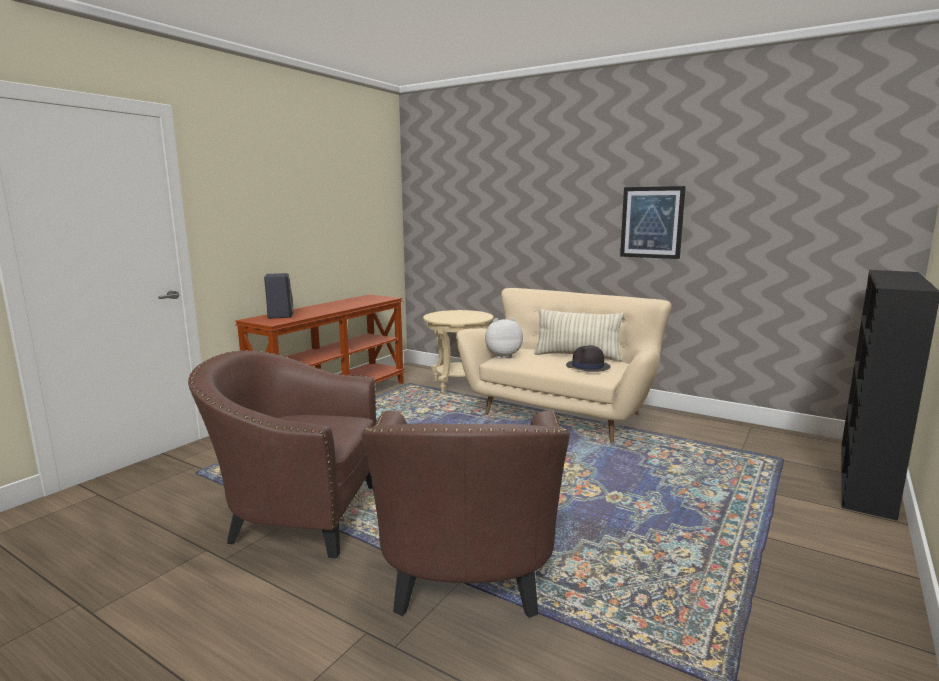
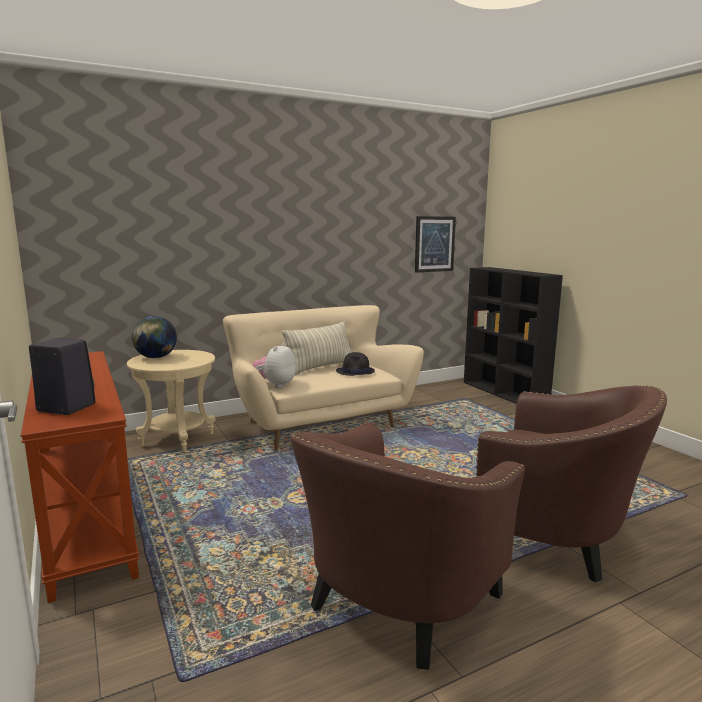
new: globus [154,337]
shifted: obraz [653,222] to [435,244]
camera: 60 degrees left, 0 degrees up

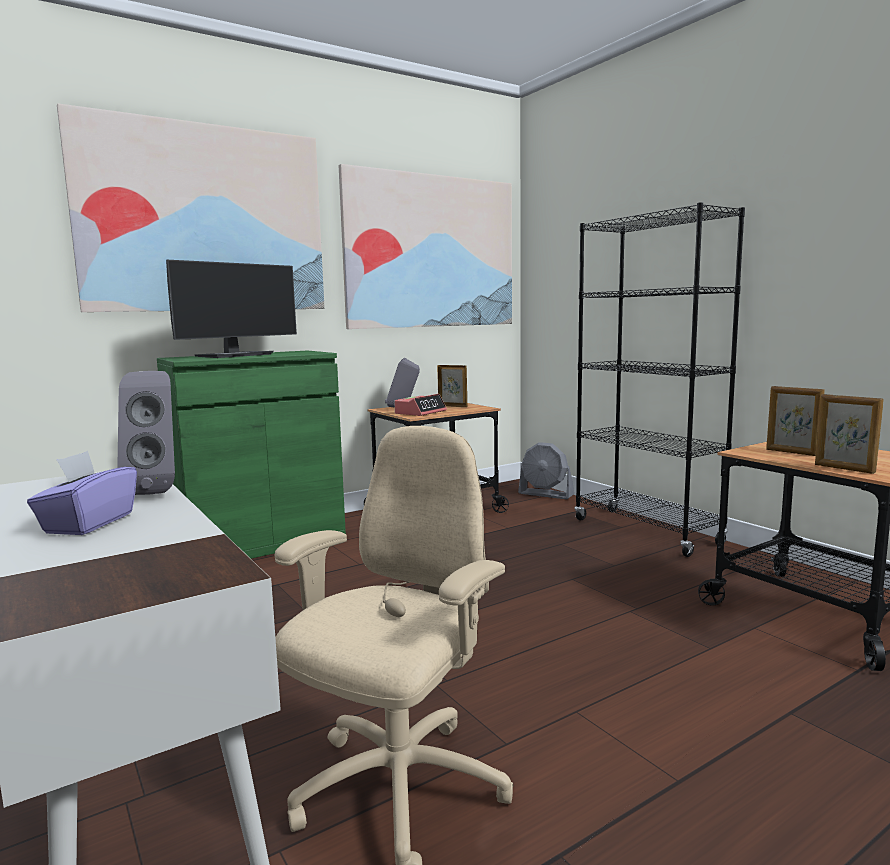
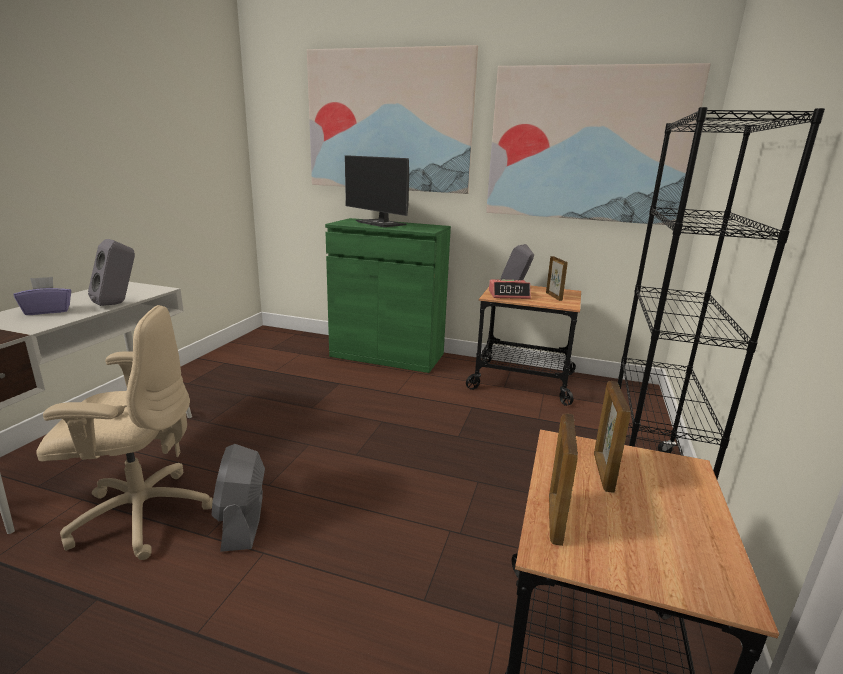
shifted: wentylator (szary) [546,470] to [238,498]
rotated: monitor [231,309] = [377,191] 45 degrees clockwise
camera: 50 degrees right, 10 degrees up

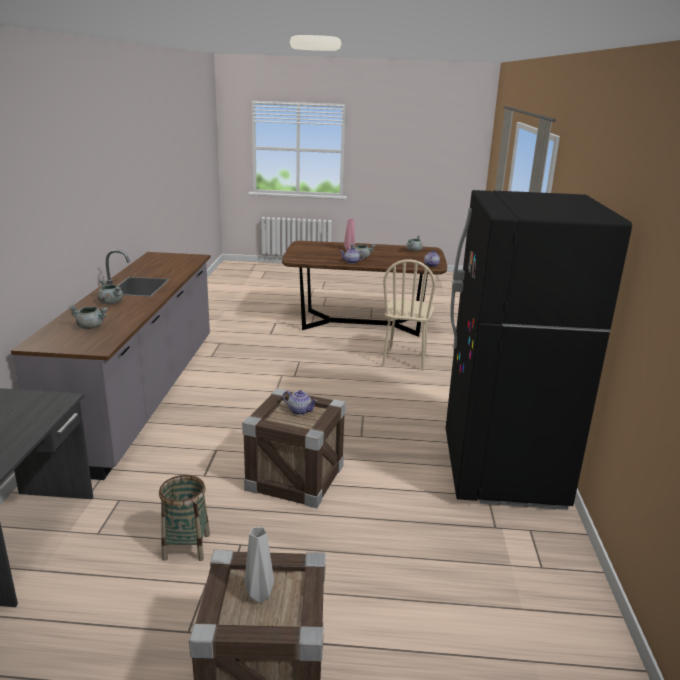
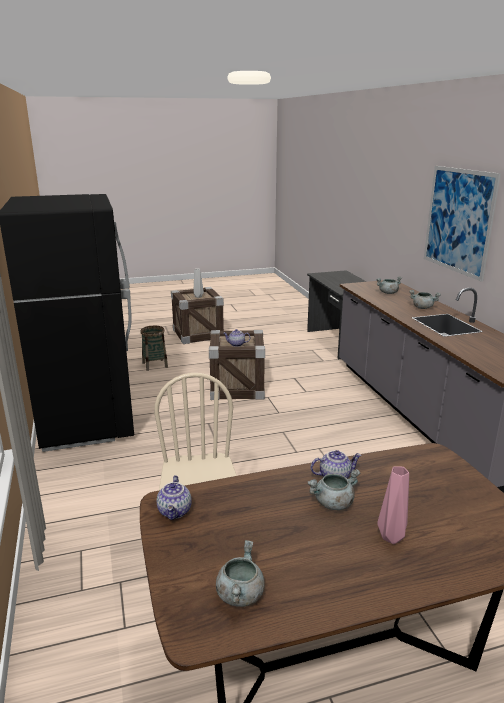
new: obraz [462,224]
shifted: koszyk [184,518] to [154,348]
camera: 160 degrees right, 0 degrees up

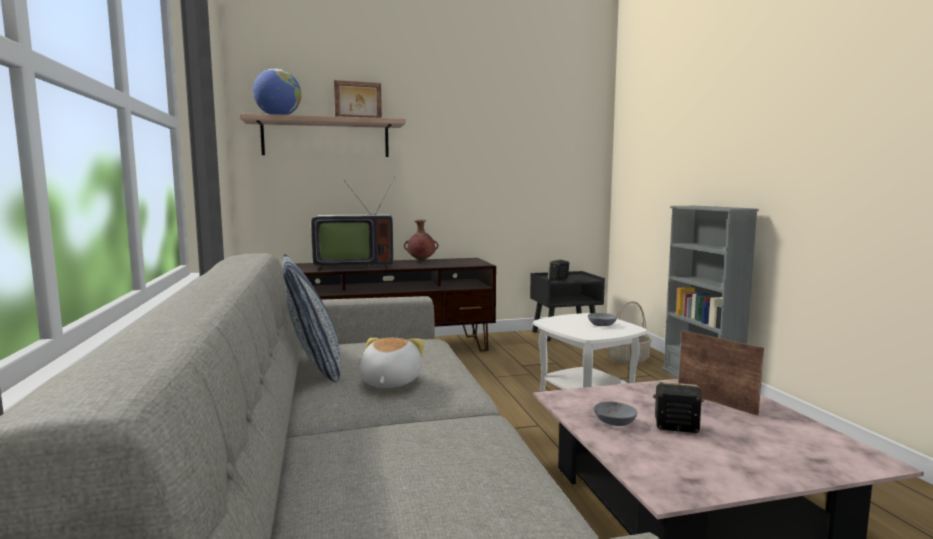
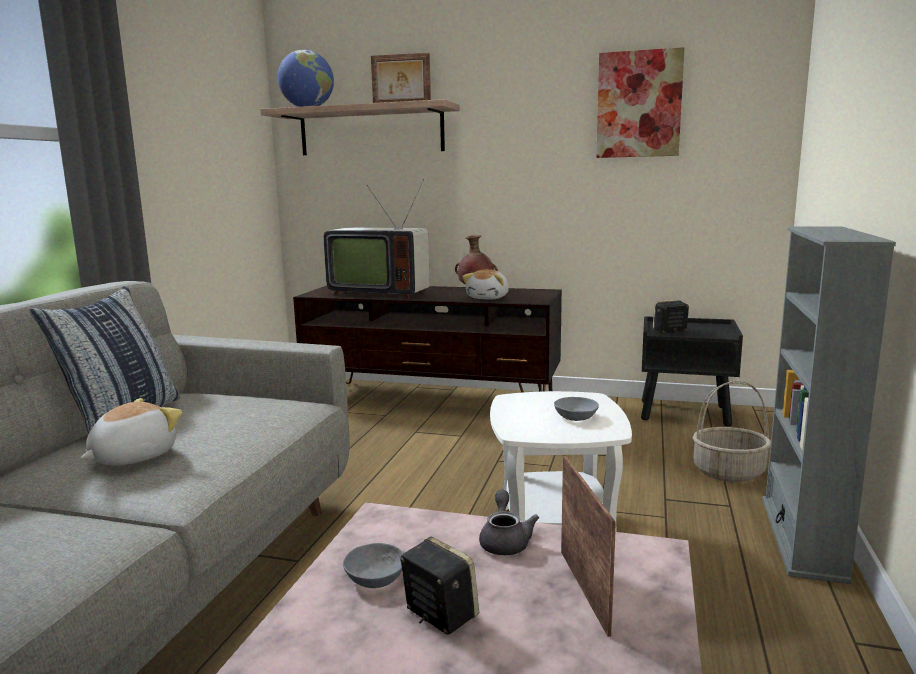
new: pluszak [485,284]; imbryk (szary) [509,522]; obraz [640,102]
camera: 30 degrees right, 5 degrees up

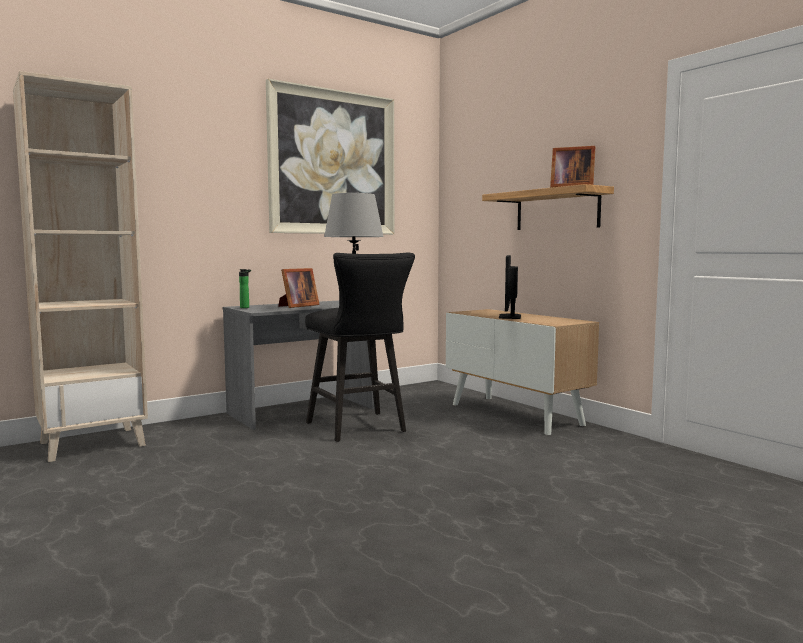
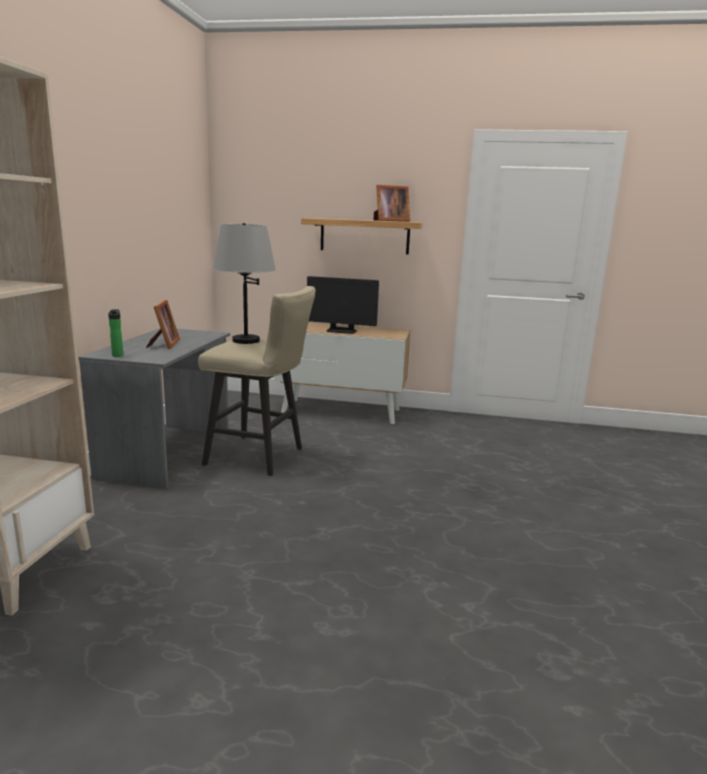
gone: obraz [330,157]
repainted: stołek (czarny) [360,347] to stołek (beżowy) [257,381]
rotated: monitor [510,287] = [343,305] 45 degrees counterclockwise
camera: 45 degrees left, 10 degrees up

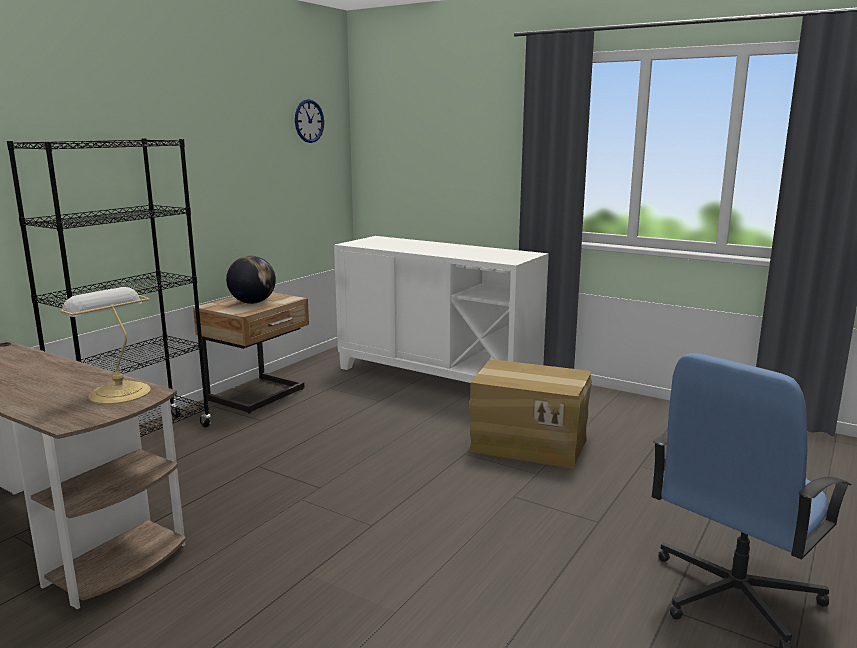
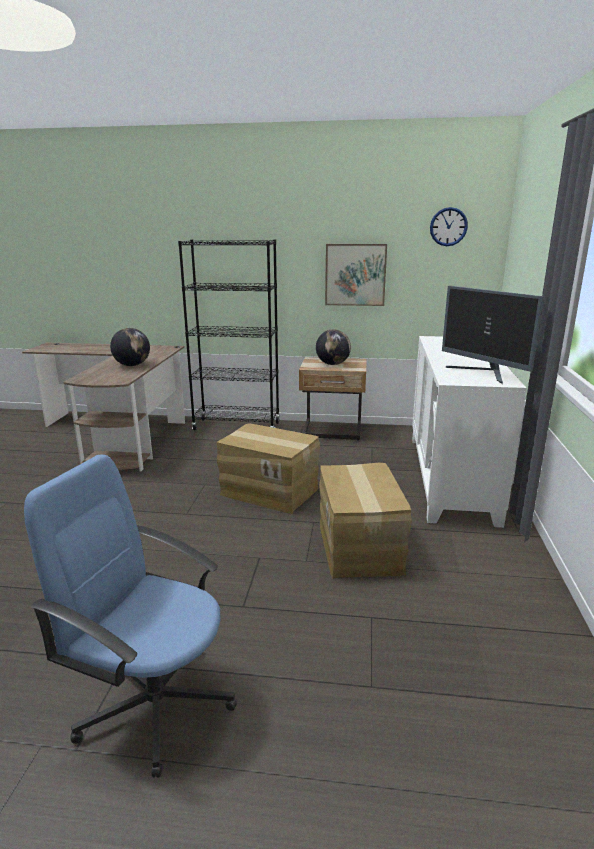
gone: lampa stołowa [106,345]
new: globus [130,347]; karton [268,468]; obraz [356,275]; monitor [493,335]
camera: 65 degrees right, 5 degrees up

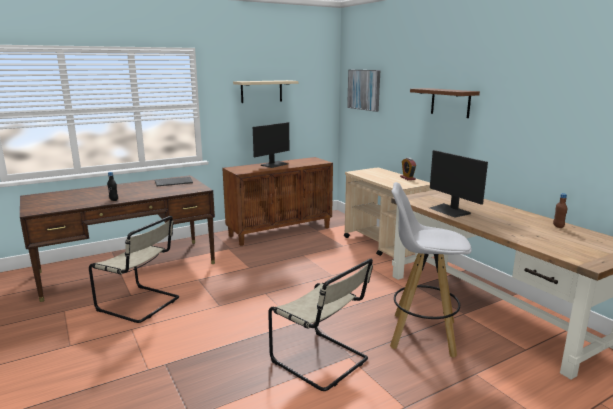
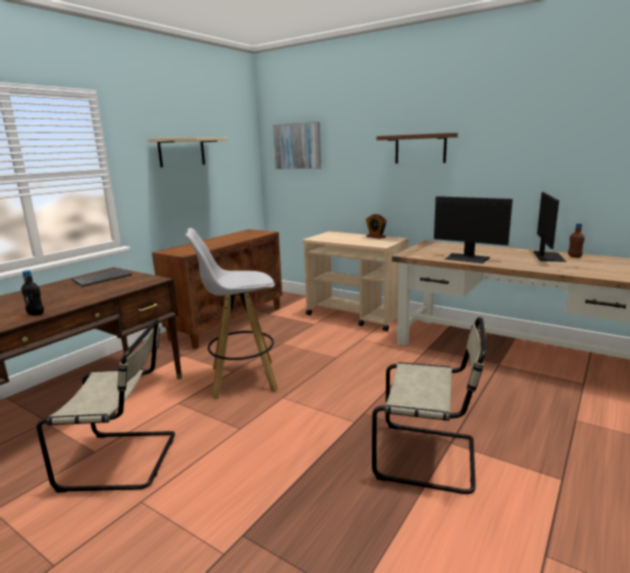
shifted: monitor [271,145] to [550,227]; stołek (biały) [431,270] to [231,313]
camera: 25 degrees left, 0 degrees up

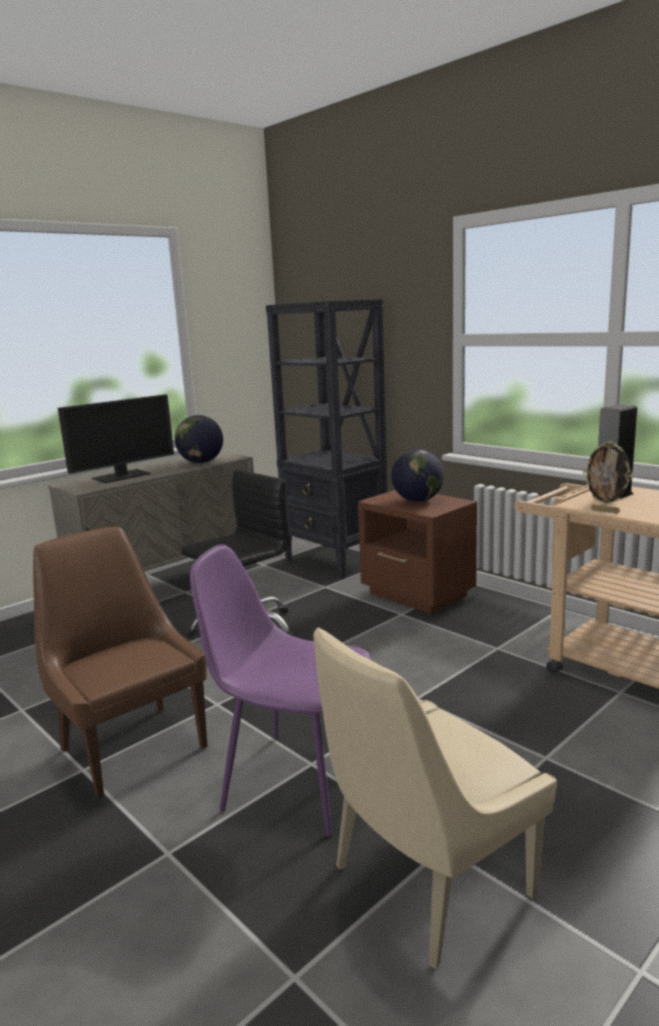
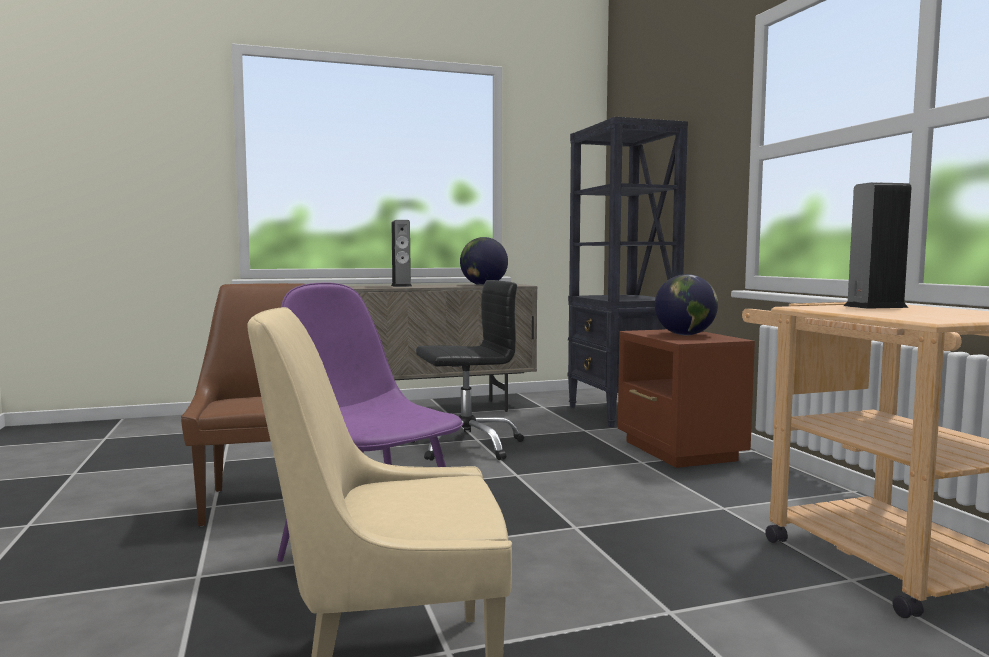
gone: ramka na zdjęcie [608,477]
swapped: monitor [116,438] to głośnik [401,253]
camera: 25 degrees right, 10 degrees down

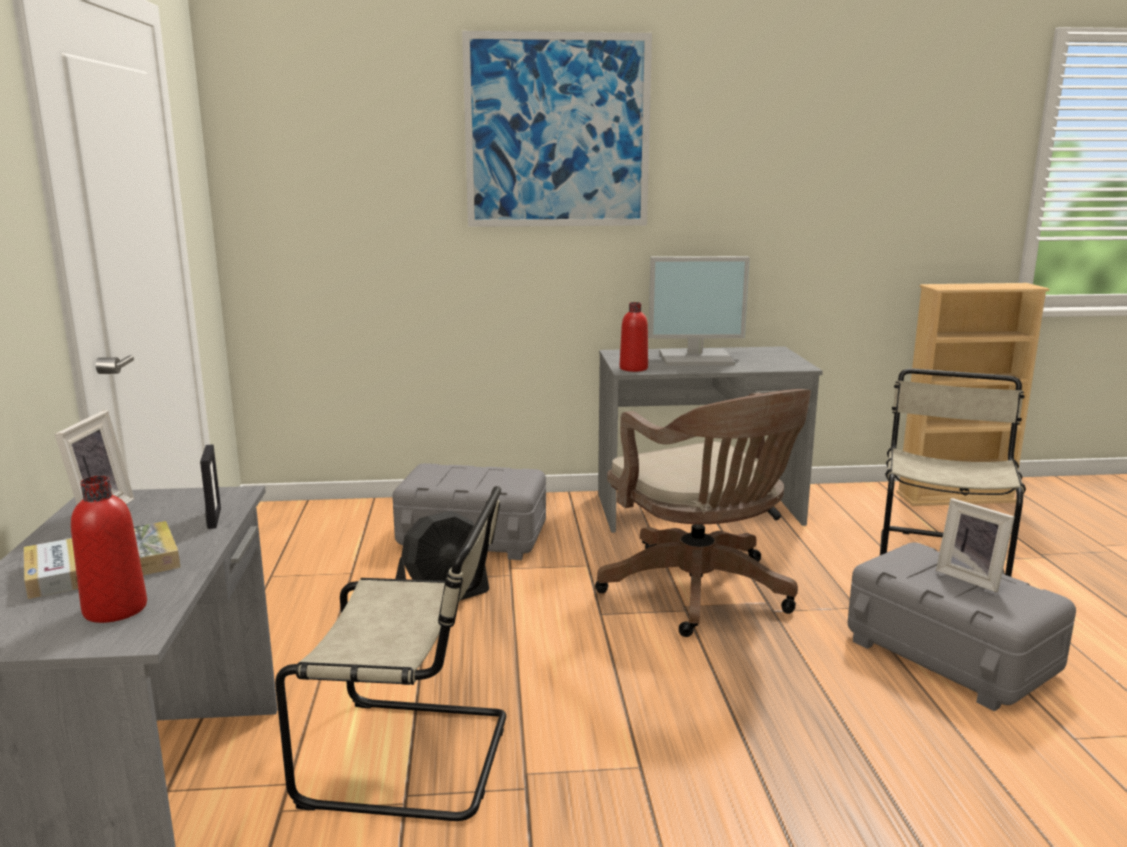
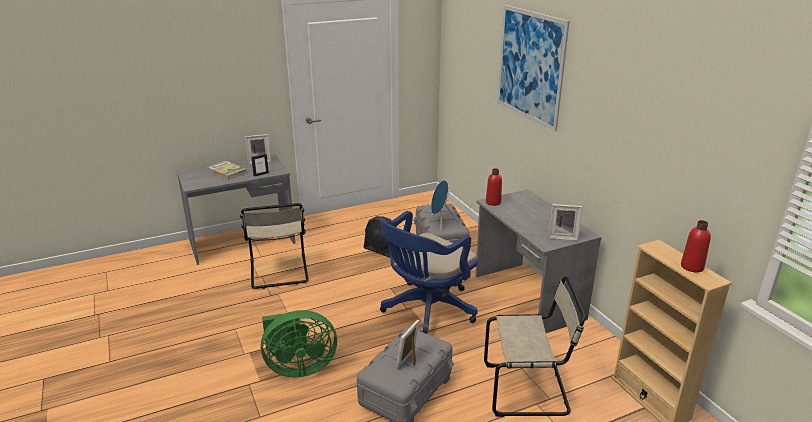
gone: monitor [699,311]
new: wentylator (zielony) [299,343]; głośnik (niebieski) [444,205]; ramka na zdjęcie [565,222]
shifted: butelka (czerwony) [109,549] to [696,246]
repainted: krzesło biurowe (brązowy) [703,513] to krzesło biurowe (niebieski) [429,272]
camera: 70 degrees right, 10 degrees up

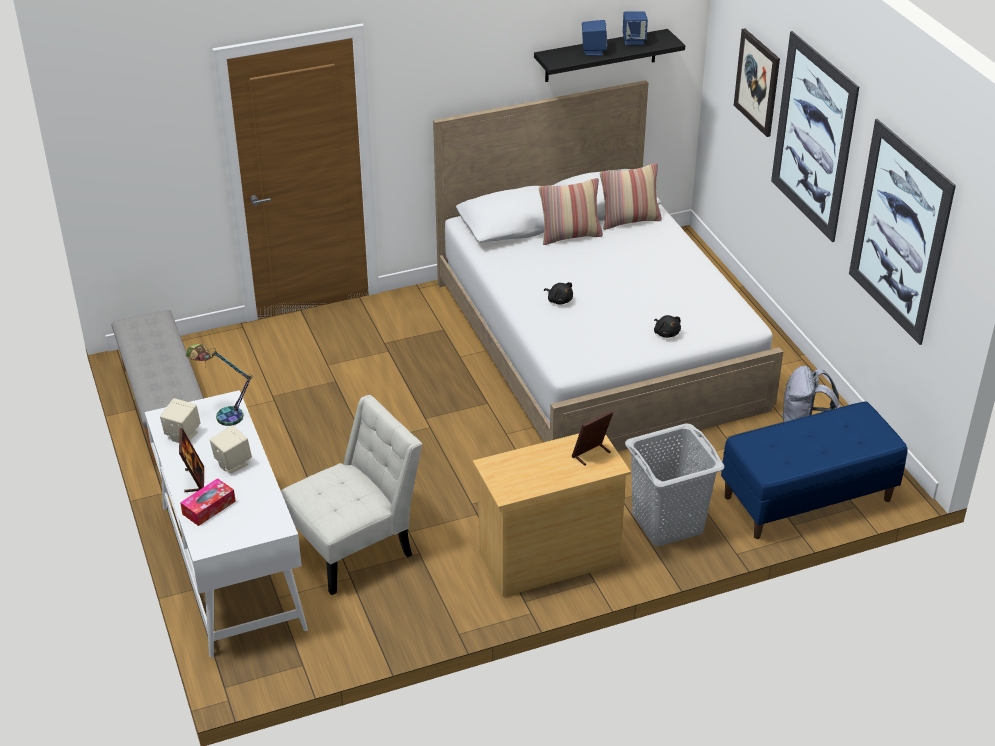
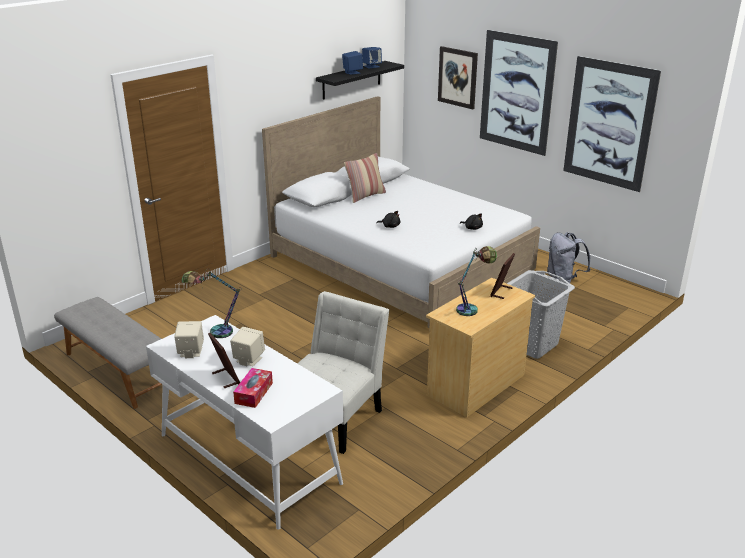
gone: poduszka [631,196]; ławka (niebieski) [814,470]
new: lampa stołowa [476,281]
camera: 25 degrees left, 10 degrees down

